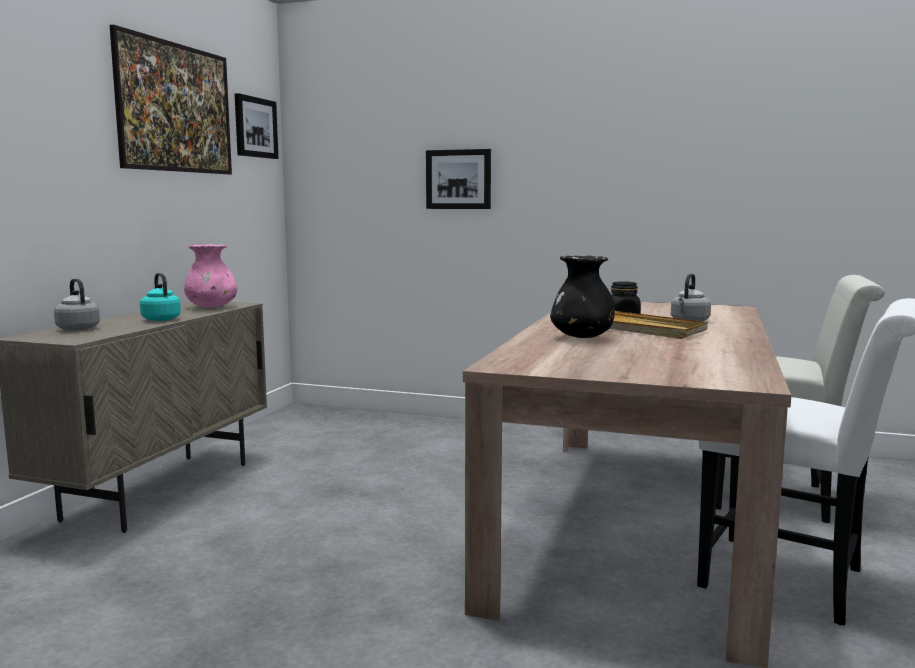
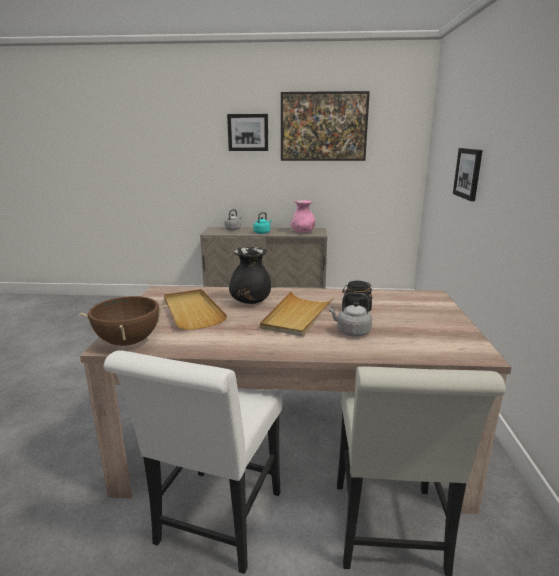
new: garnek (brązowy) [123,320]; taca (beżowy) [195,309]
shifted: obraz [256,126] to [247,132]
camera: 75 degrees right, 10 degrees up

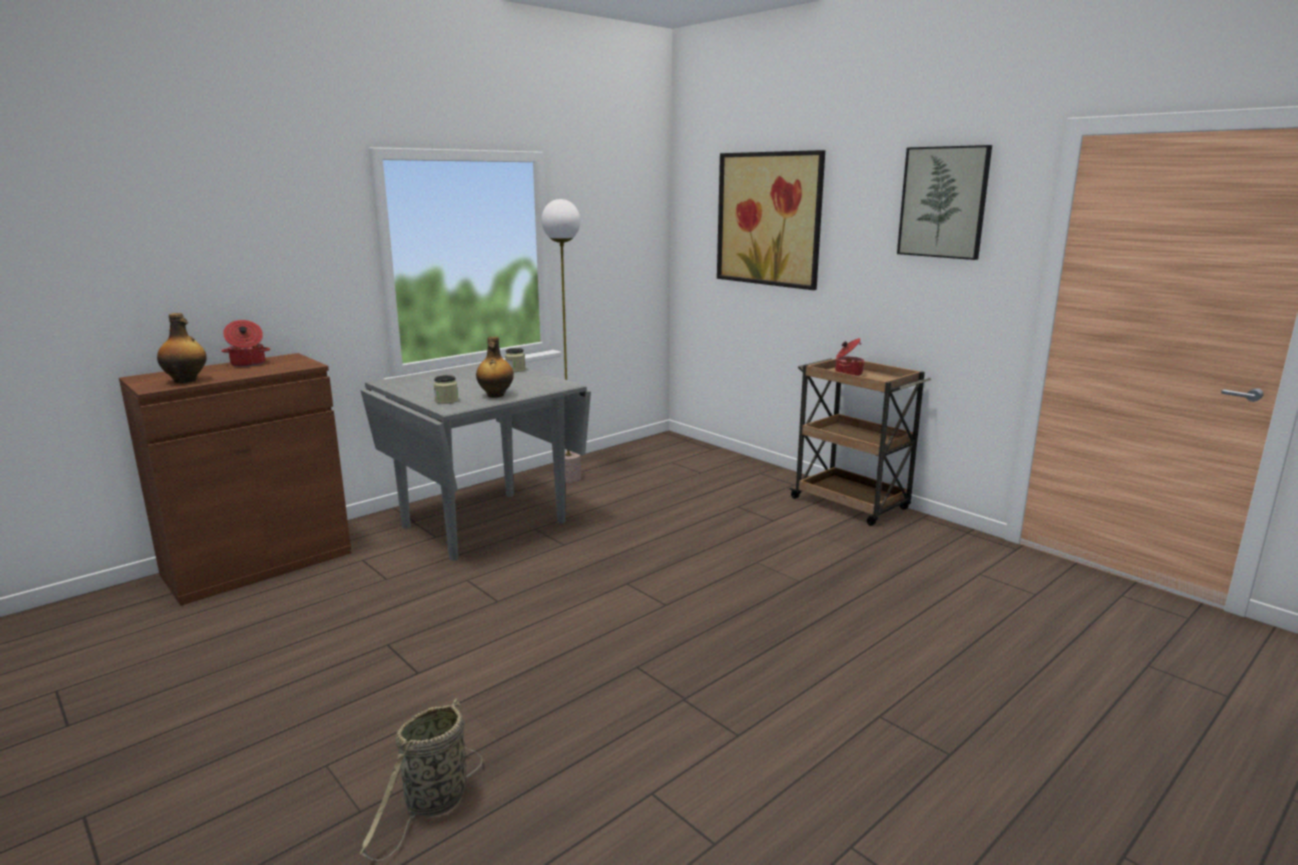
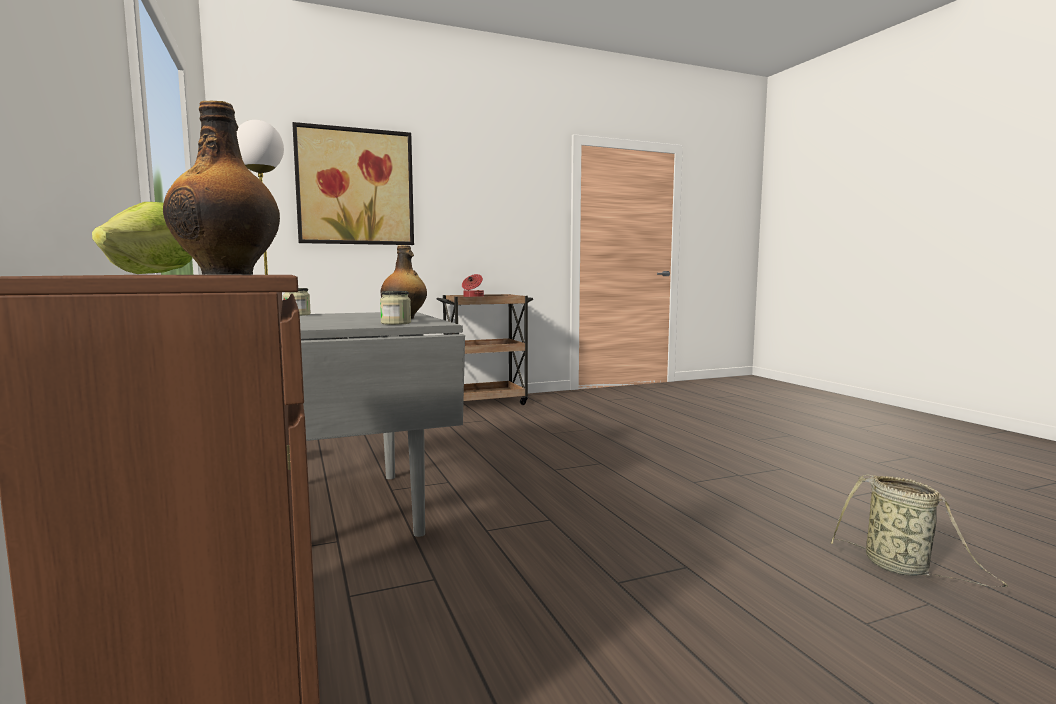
gone: obraz [944,202]
swapped: garnek [246,343] to sałata [142,238]
camera: 70 degrees left, 10 degrees down

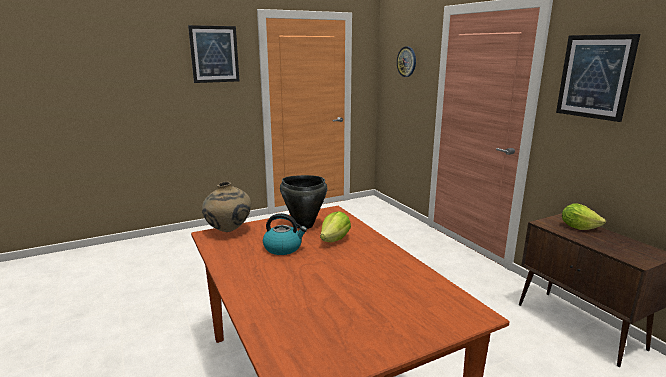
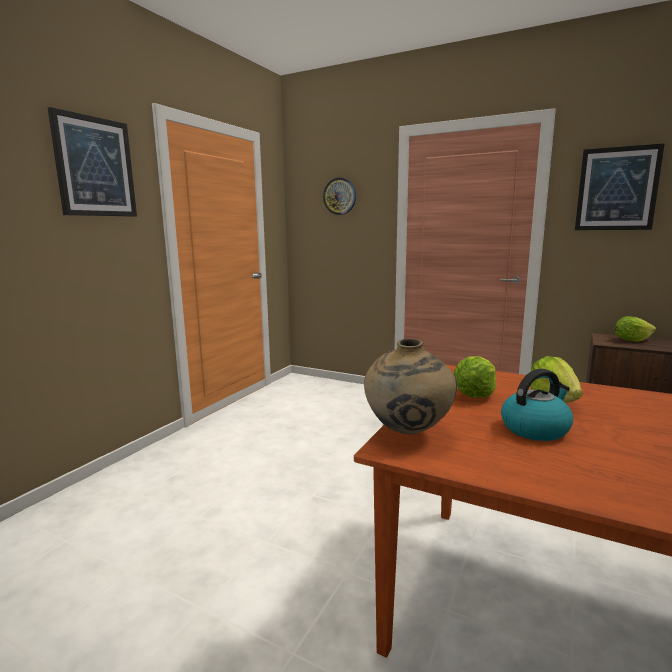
swapped: garnek (czarny) [303,202] to sałata [475,377]
camera: 35 degrees left, 5 degrees down

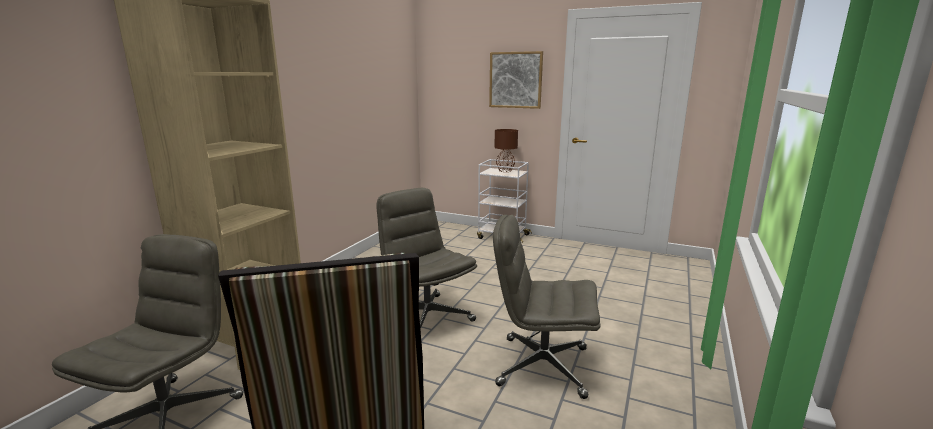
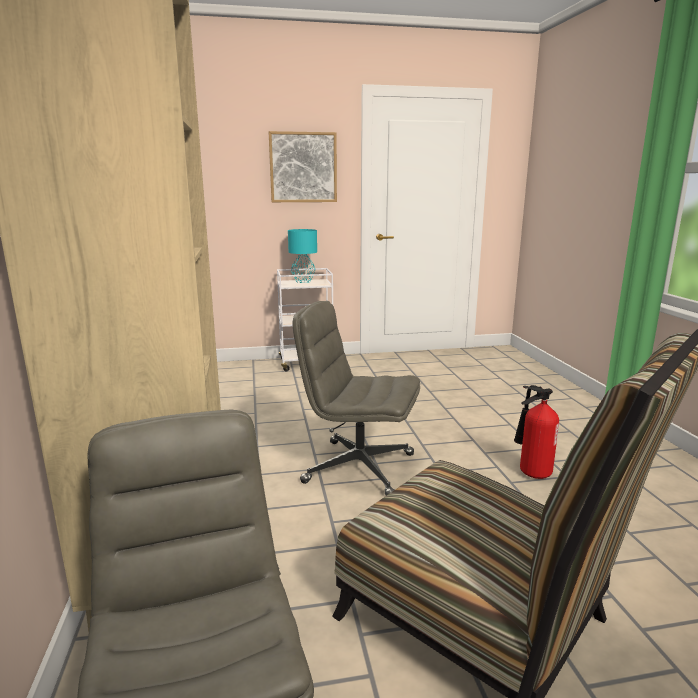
swapped: krzesło biurowe (szary) [546,307] to gaśnica [536,432]
repainted: lampa stołowa (brązowy) [506,150] to lampa stołowa (turkusowy) [302,256]
camera: 35 degrees left, 0 degrees up

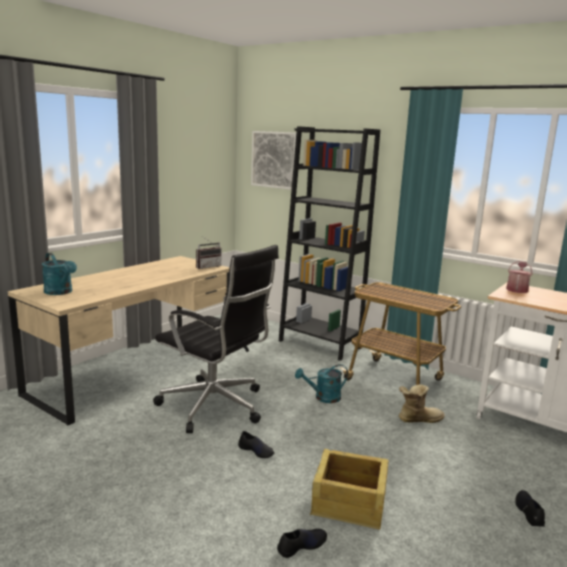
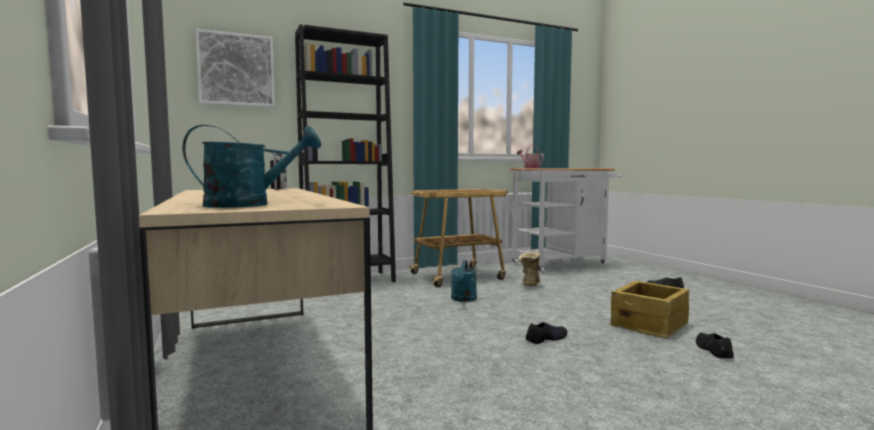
gone: krzesło biurowe (czarny) [216,339]
camera: 60 degrees left, 10 degrees down

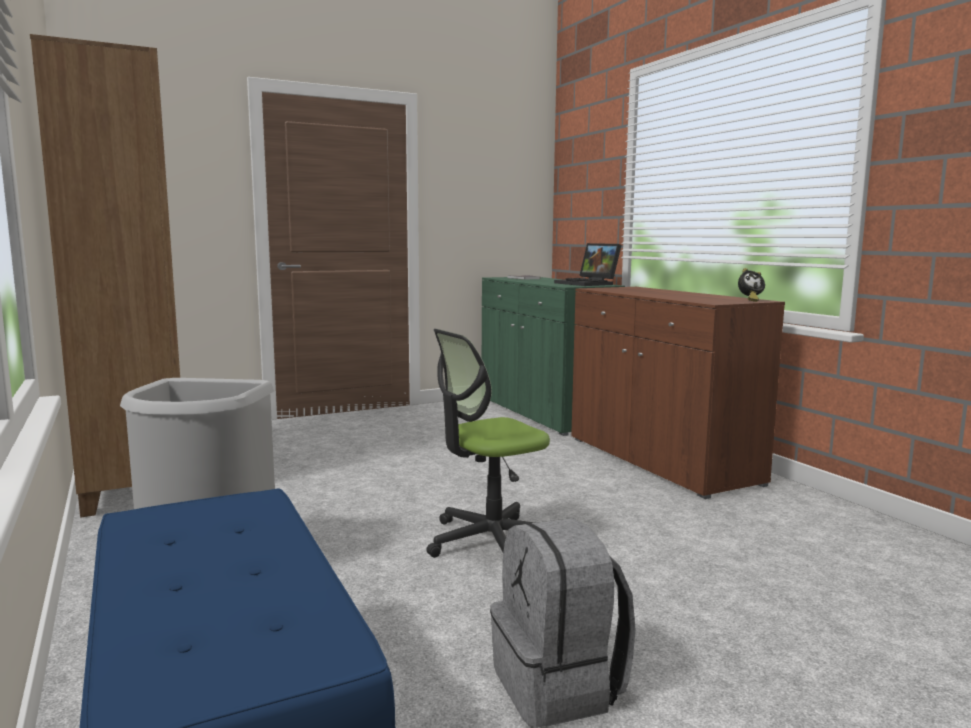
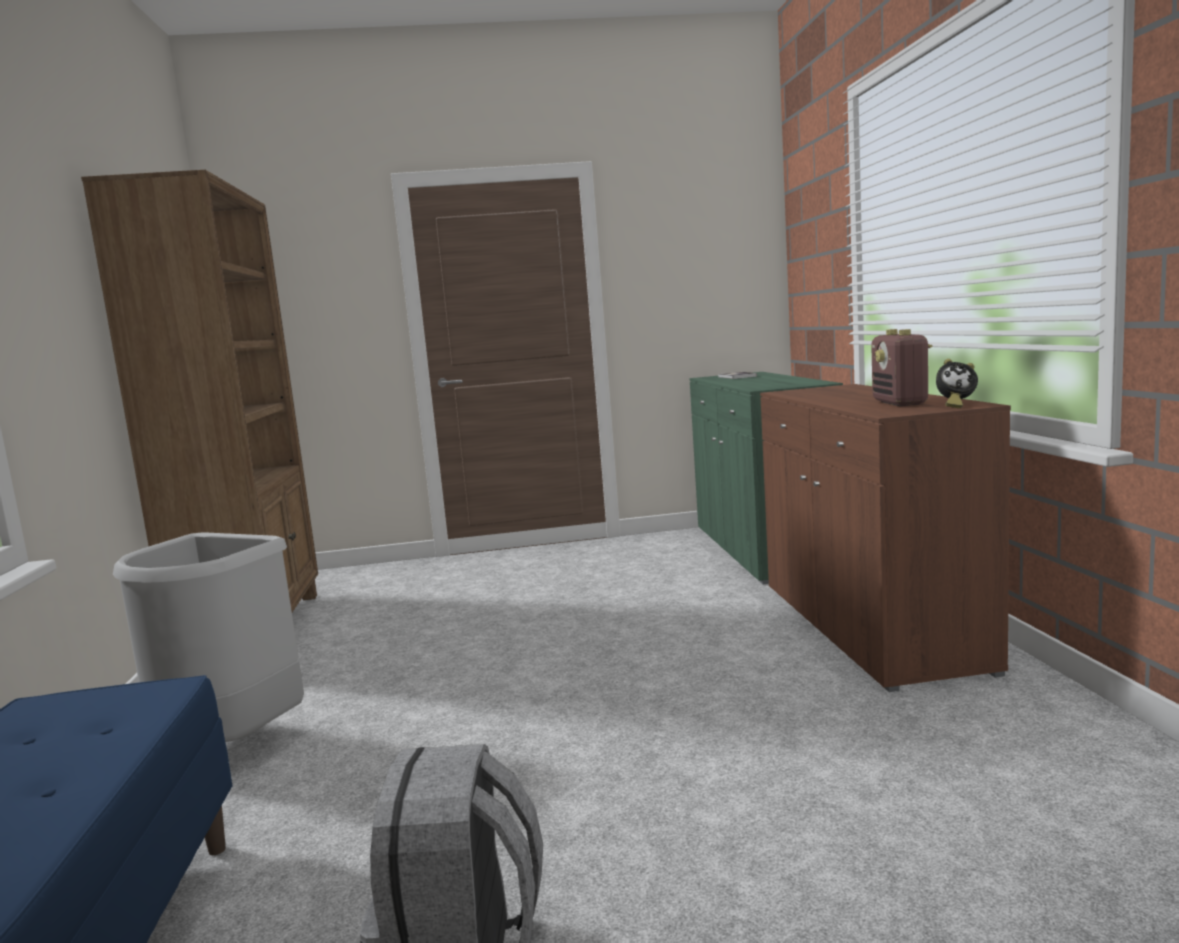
gone: krzesło biurowe [488,443]; laptop [587,264]
new: radio [901,367]
camera: 20 degrees right, 0 degrees up

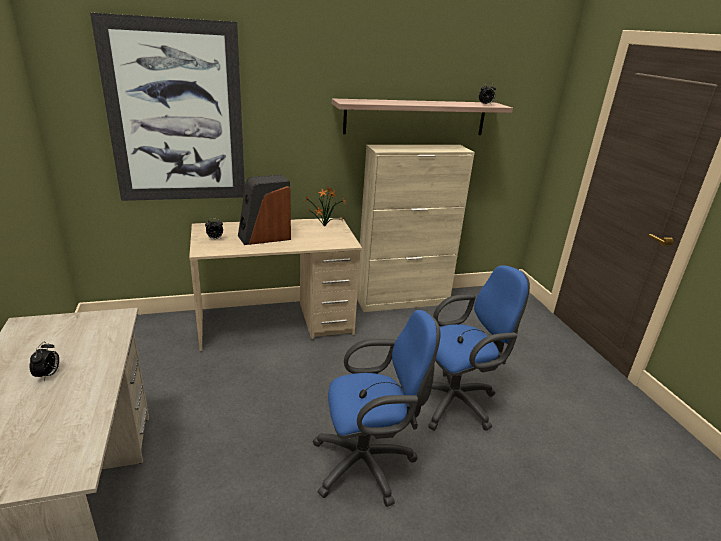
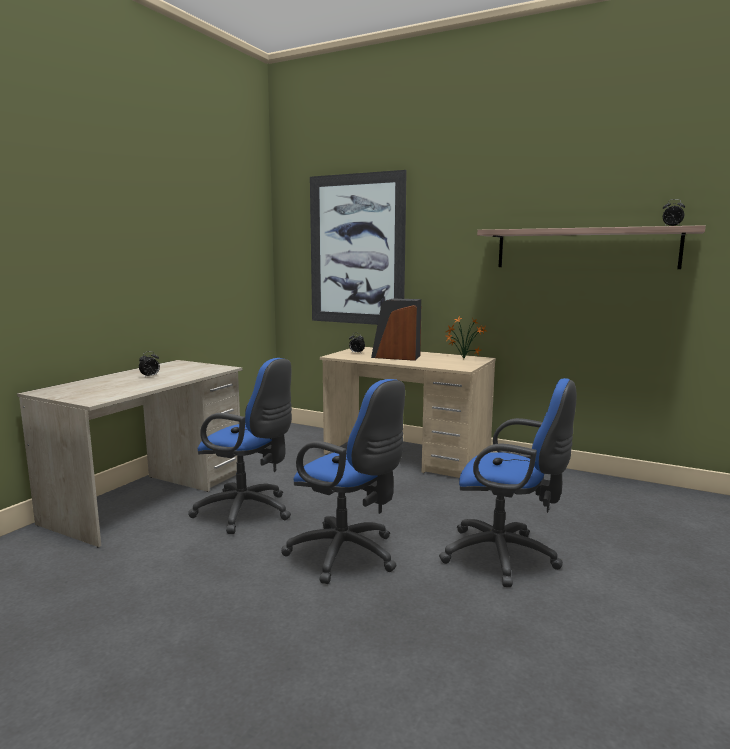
gone: szafka (beżowy) [416,228]
new: krzesło biurowe (niebieski) [240,446]
camera: 45 degrees right, 15 degrees down

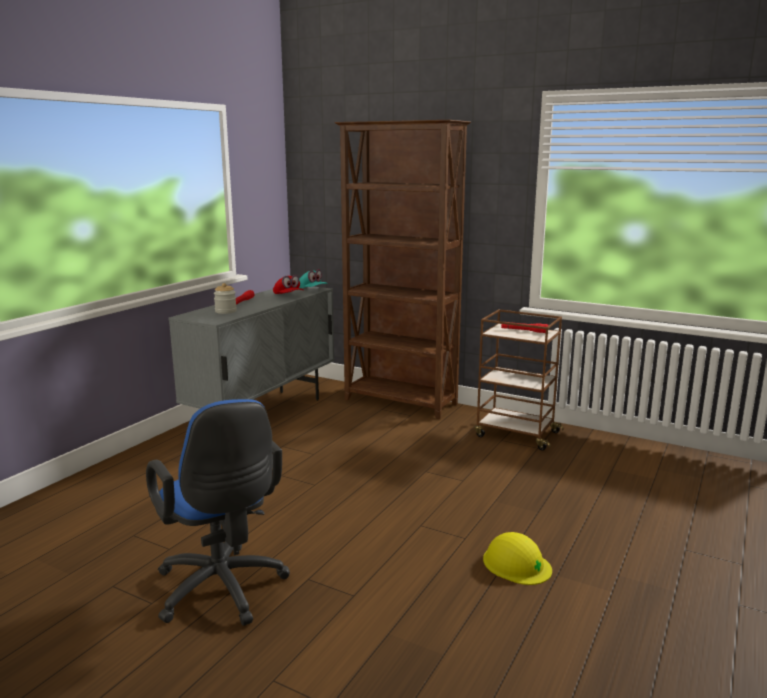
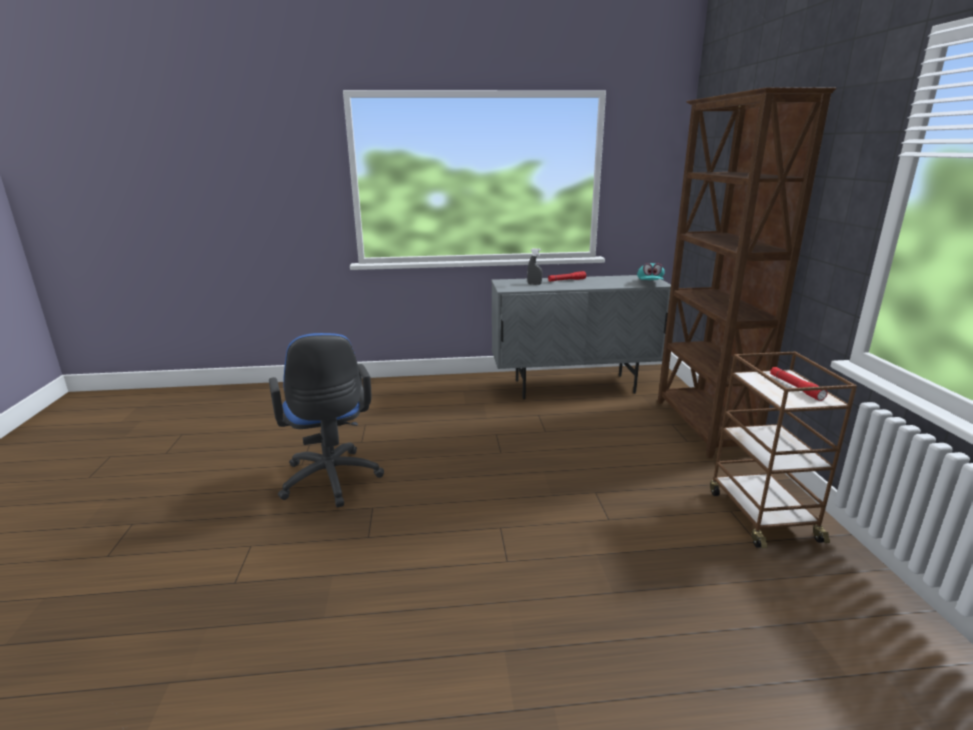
gone: czapka z daszkiem (czerwony) [288,284]; kask (żółty) [517,558]
swapped: słoik [225,298] to spryskiwacz (szary) [535,266]
rotated: krzesło biurowe (niebieski) [218,512] = [326,420] 45 degrees counterclockwise
camera: 55 degrees right, 5 degrees up

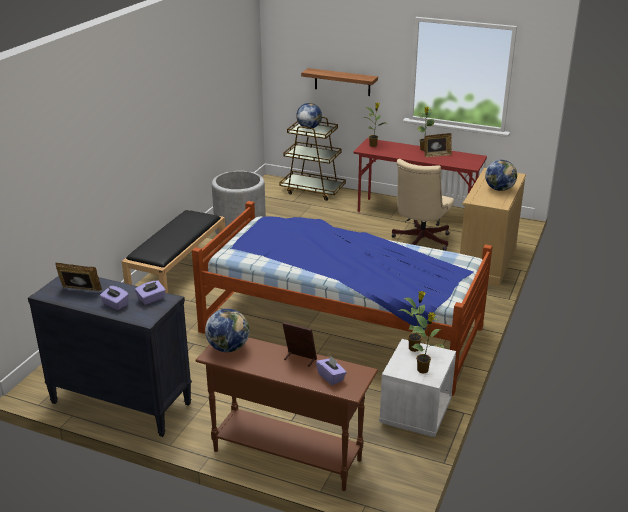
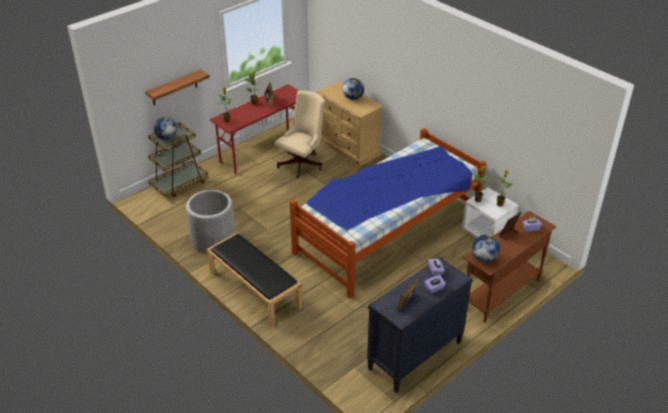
rotated: krzesło biurowe (beżowy) [422,205] = [300,134] 105 degrees counterclockwise
camera: 65 degrees left, 10 degrees up

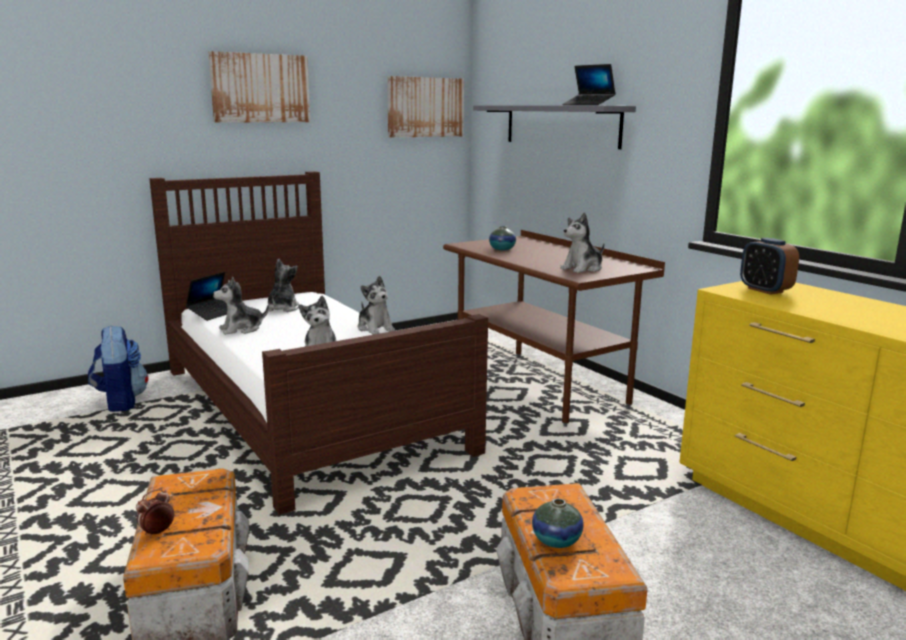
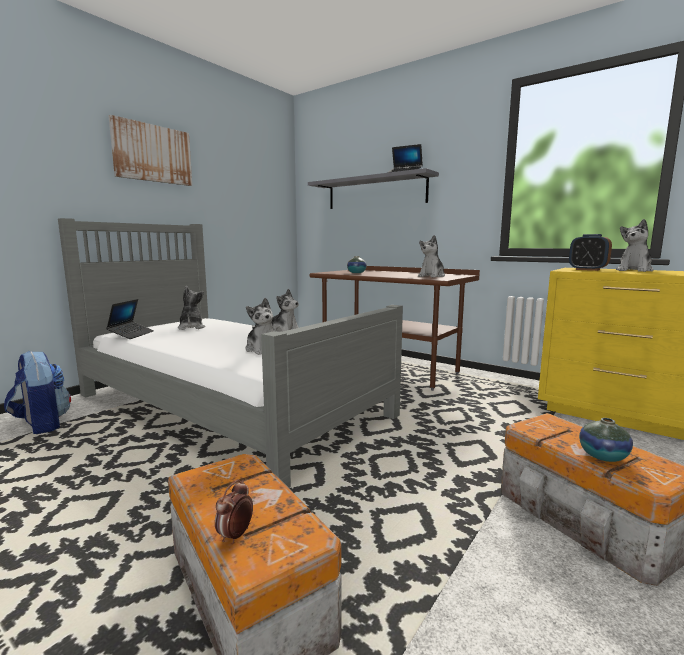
gone: obraz [425,107]
shifted: pluszak [241,306] to [635,245]
repainted: łóżko (brązowy) [318,343] to łóżko (szary) [230,353]
camera: 20 degrees left, 5 degrees down

